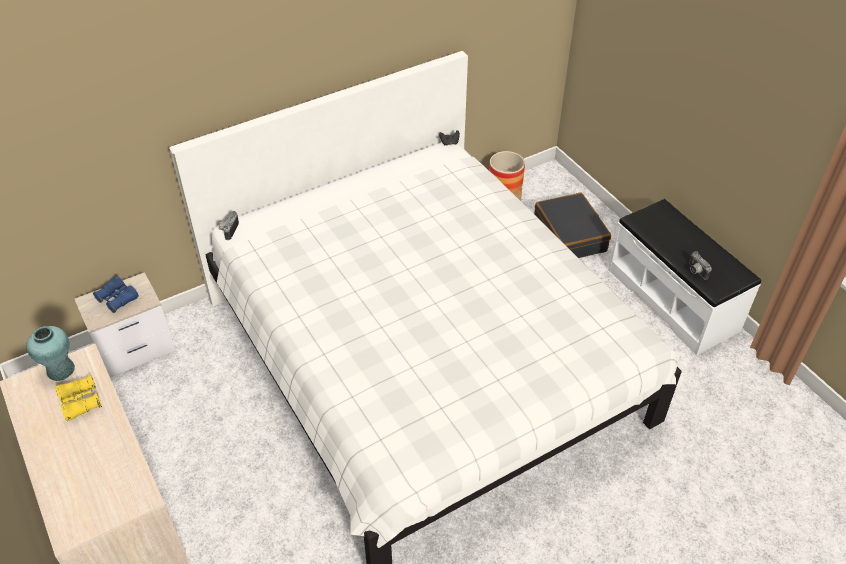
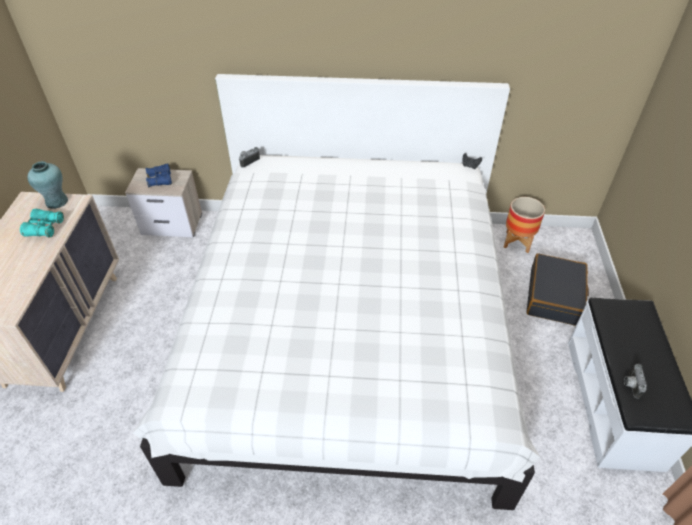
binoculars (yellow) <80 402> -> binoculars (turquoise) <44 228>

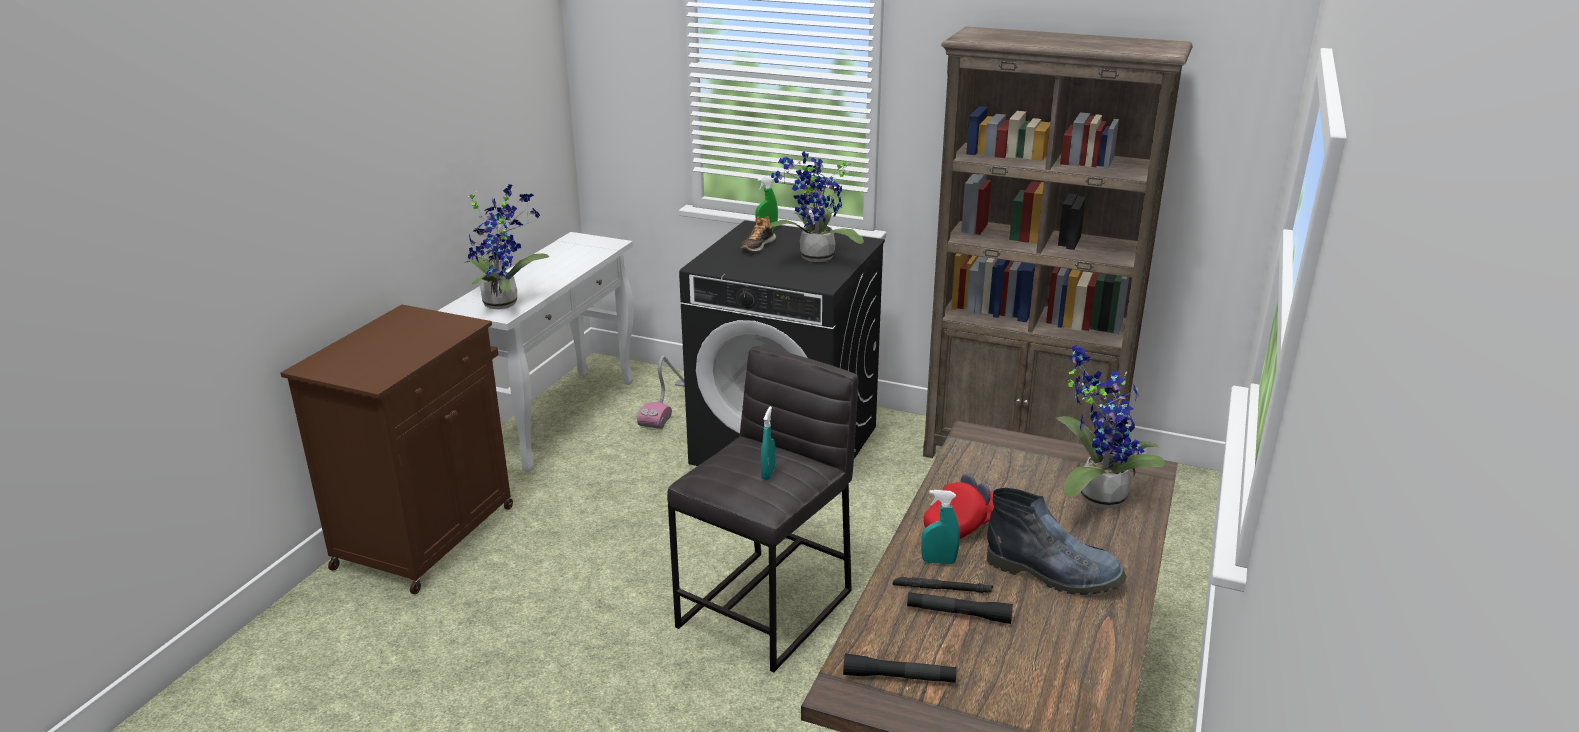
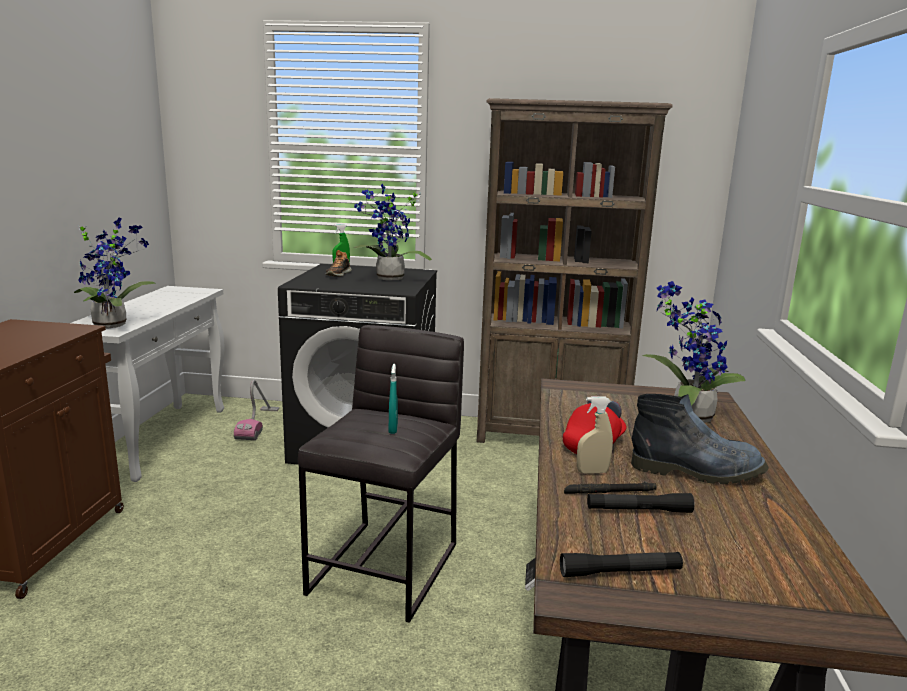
spray bottle (turquoise) <938 561> -> spray bottle (beige) <592 472>

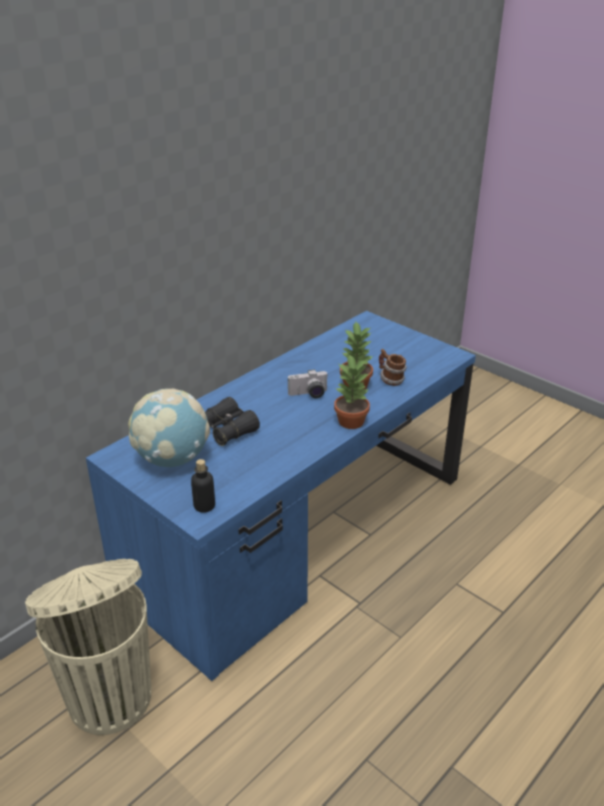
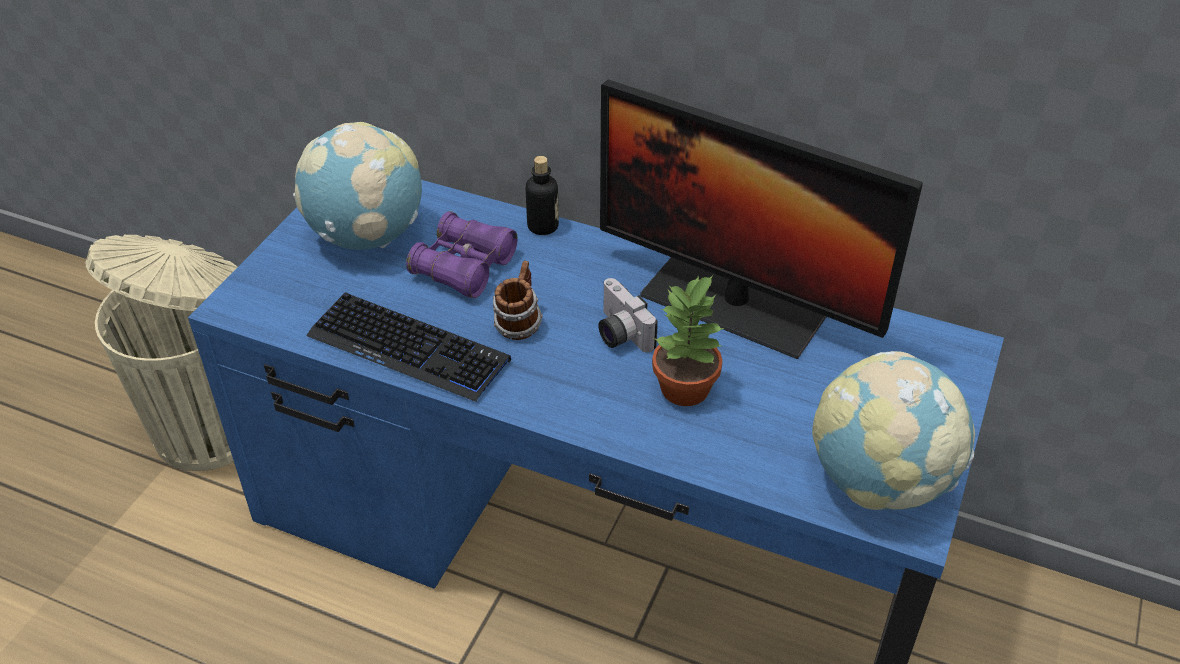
bottle <204 506> -> bottle <543 226>, relocated
binoculars (black) <226 430> -> binoculars (purple) <464 267>
potted plant <351 421> -> none
mug <390 380> -> mug <518 324>, relocated
none -> keyboard <409 348>
none -> monitor <734 304>
none -> globe <879 481>

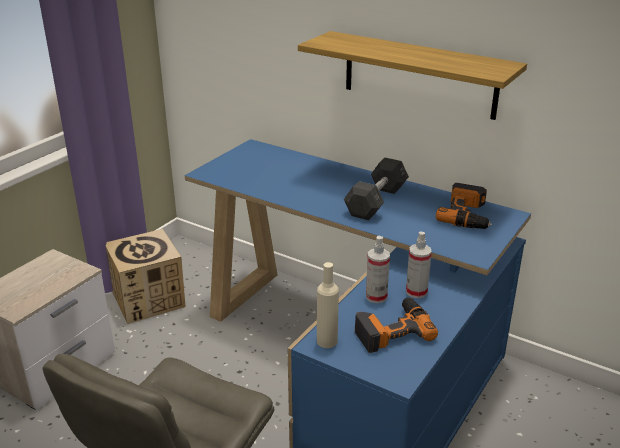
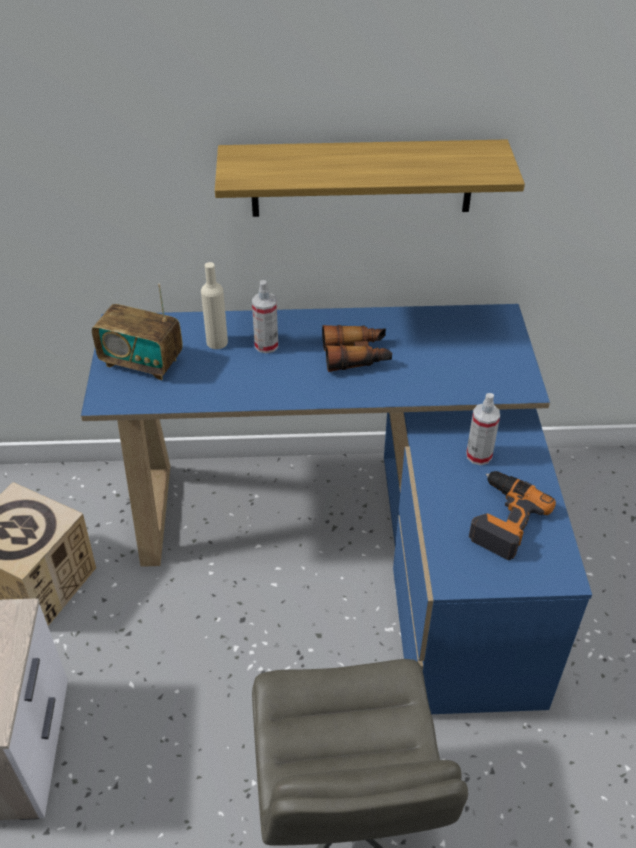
bottle (beige) <327 341> -> bottle (beige) <217 342>, relocated
dumbbell (grey) <376 201> -> binoculars <356 356>
spray bottle <376 296> -> spray bottle <266 345>, relocated
power drill <468 215> -> none
none -> radio <142 362>

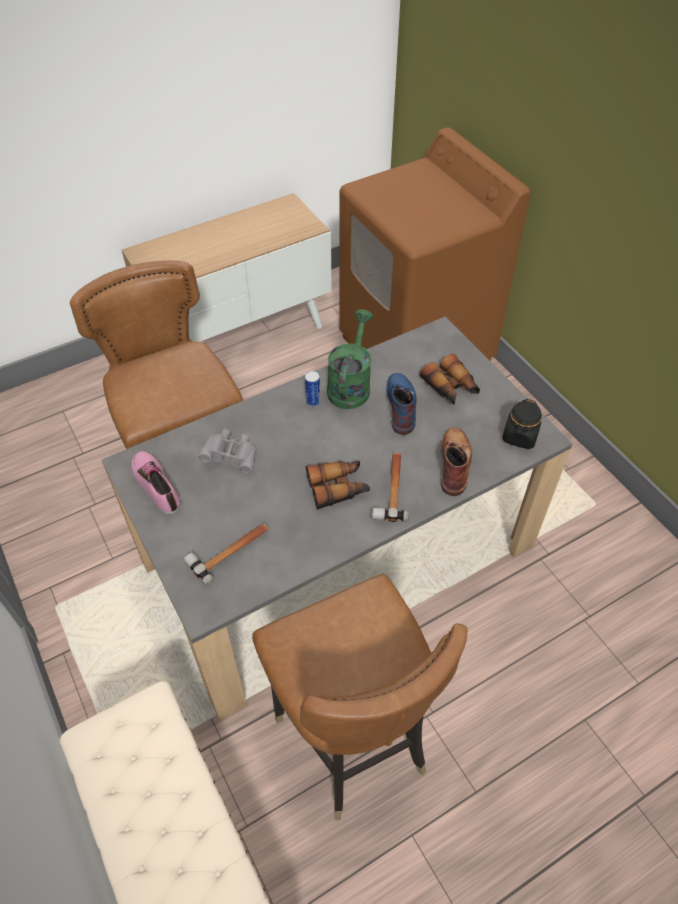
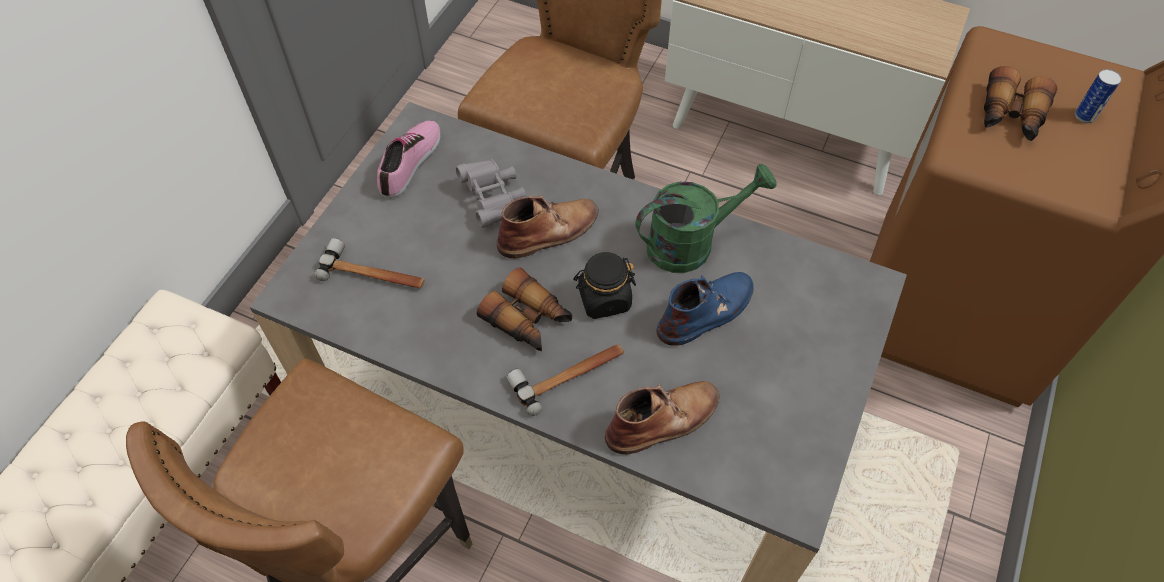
can <313 402> -> can <1084 116>, relocated
binoculars <451 388> -> binoculars <1010 116>, relocated
jar (black) <519 436> -> jar (black) <604 299>, relocated
none -> boot (brown) <550 231>

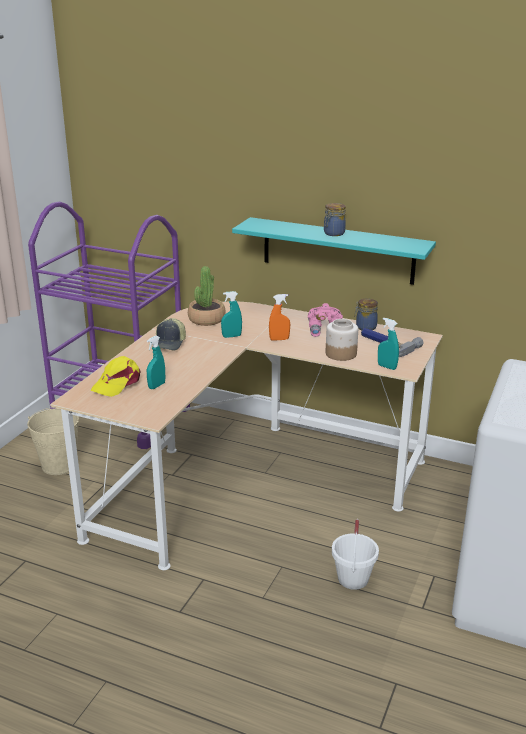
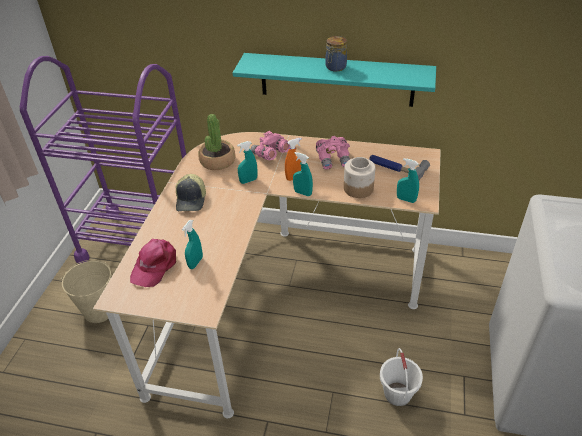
cap (yellow) <117 383> -> cap (pink) <155 265>
jar <365 327> -> none
none -> binoculars (pink) <270 155>
none -> spray bottle (turquoise) <302 193>

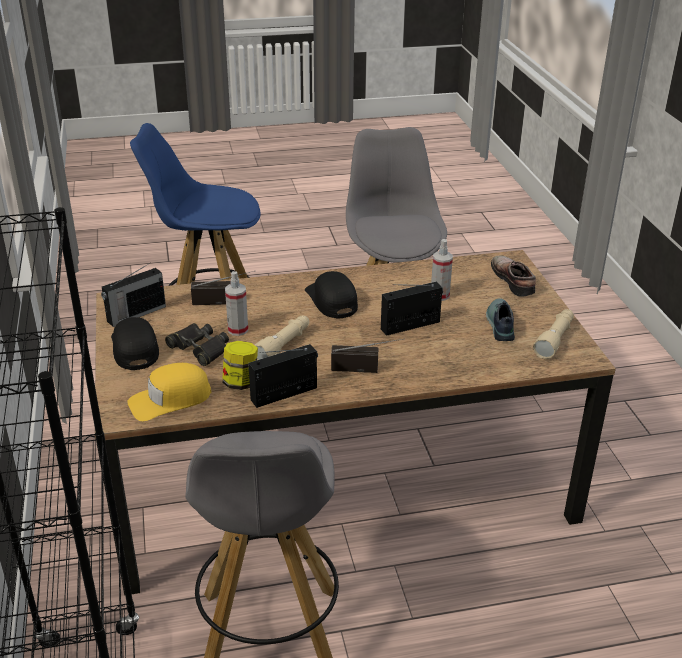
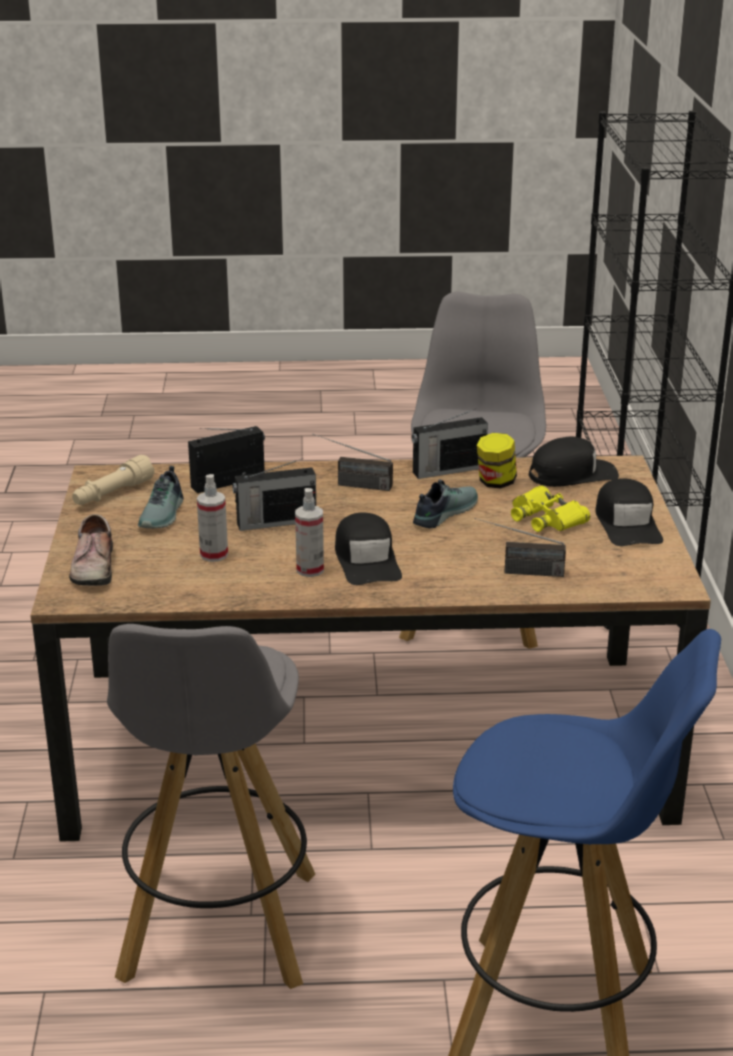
radio <135 314> -> radio <229 481>, relocated
cap (yellow) <170 399> -> cap (black) <572 474>
binoculars (black) <200 348> -> binoculars (yellow) <546 518>
spray bottle <238 330> -> spray bottle <310 569>, relocated
flashlight (beige) <283 346> -> shoe <443 513>

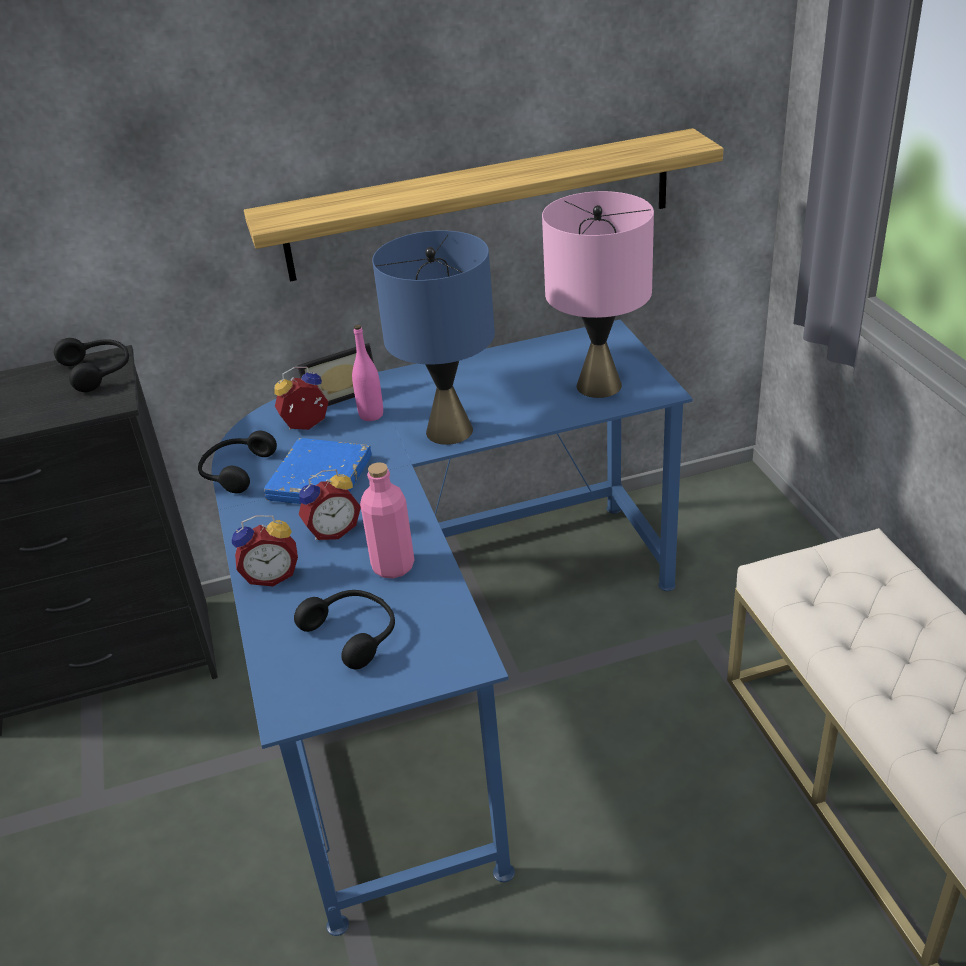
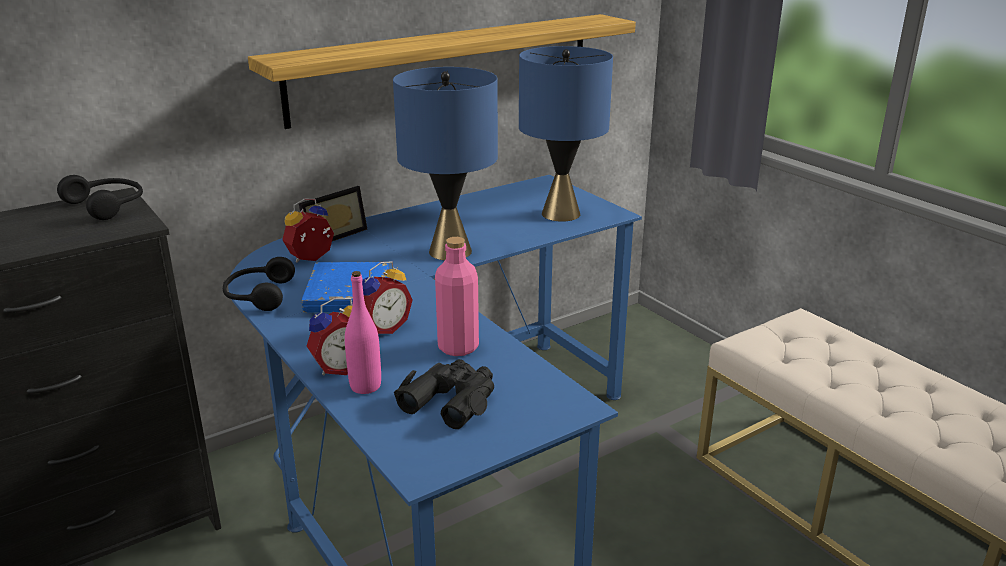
headphones (black) <354 633> -> binoculars (black) <451 400>
bottle (pink) <371 415> -> bottle (pink) <365 386>, relocated
table lamp (pink) <599 385> -> table lamp (blue) <561 214>

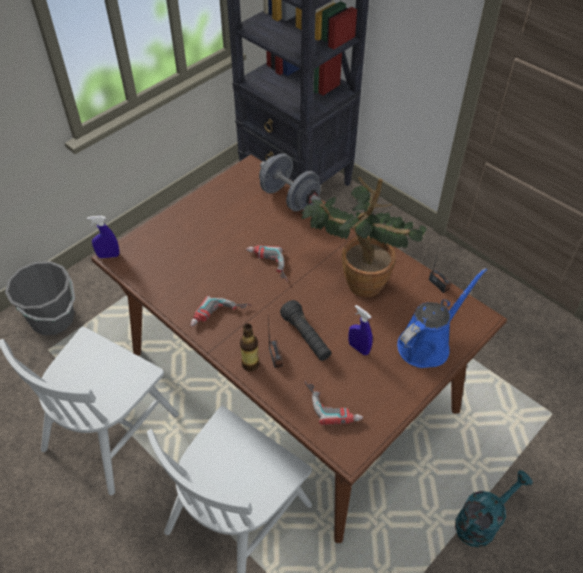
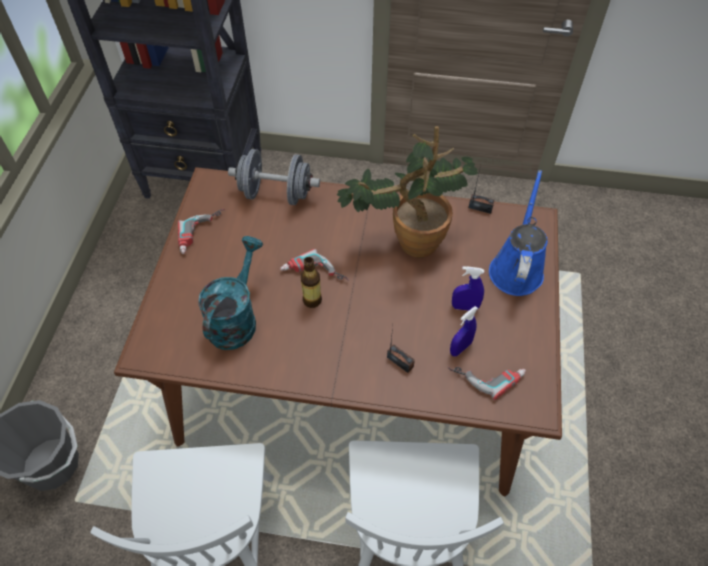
spray bottle (blue) <108 256> -> spray bottle (blue) <460 348>, relocated
power drill <220 317> -> power drill <203 234>, relocated
bottle <250 364> -> bottle <312 300>, relocated
flashlight (black) <306 337> -> none
watering can (turquoise) <481 521> -> watering can (turquoise) <236 318>, relocated

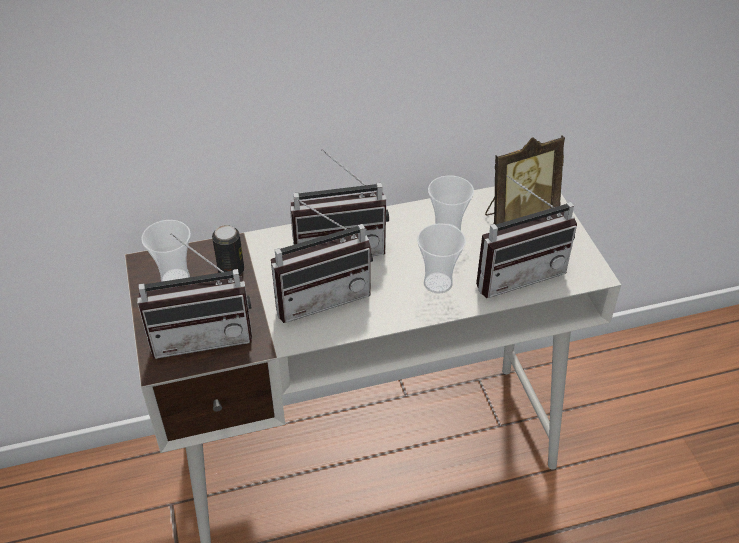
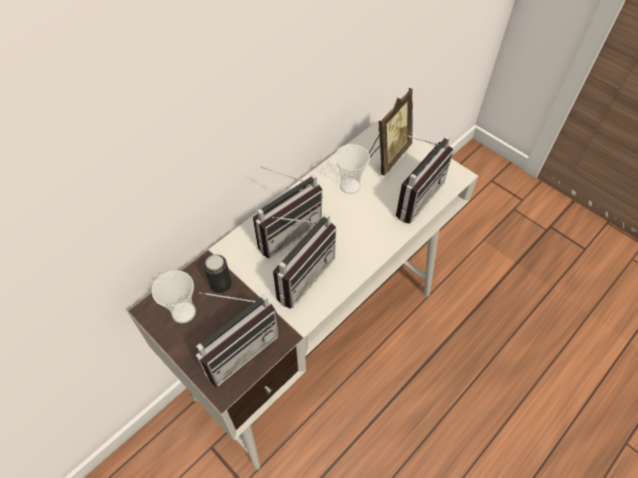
cup <438 283> -> none

